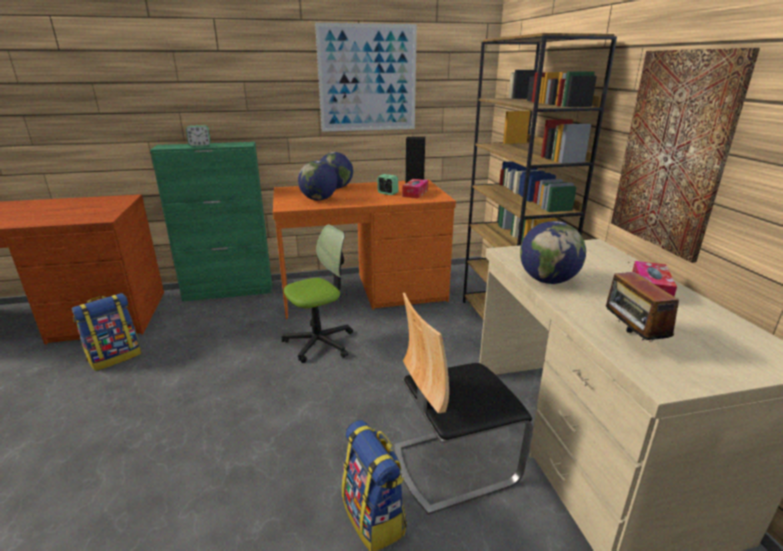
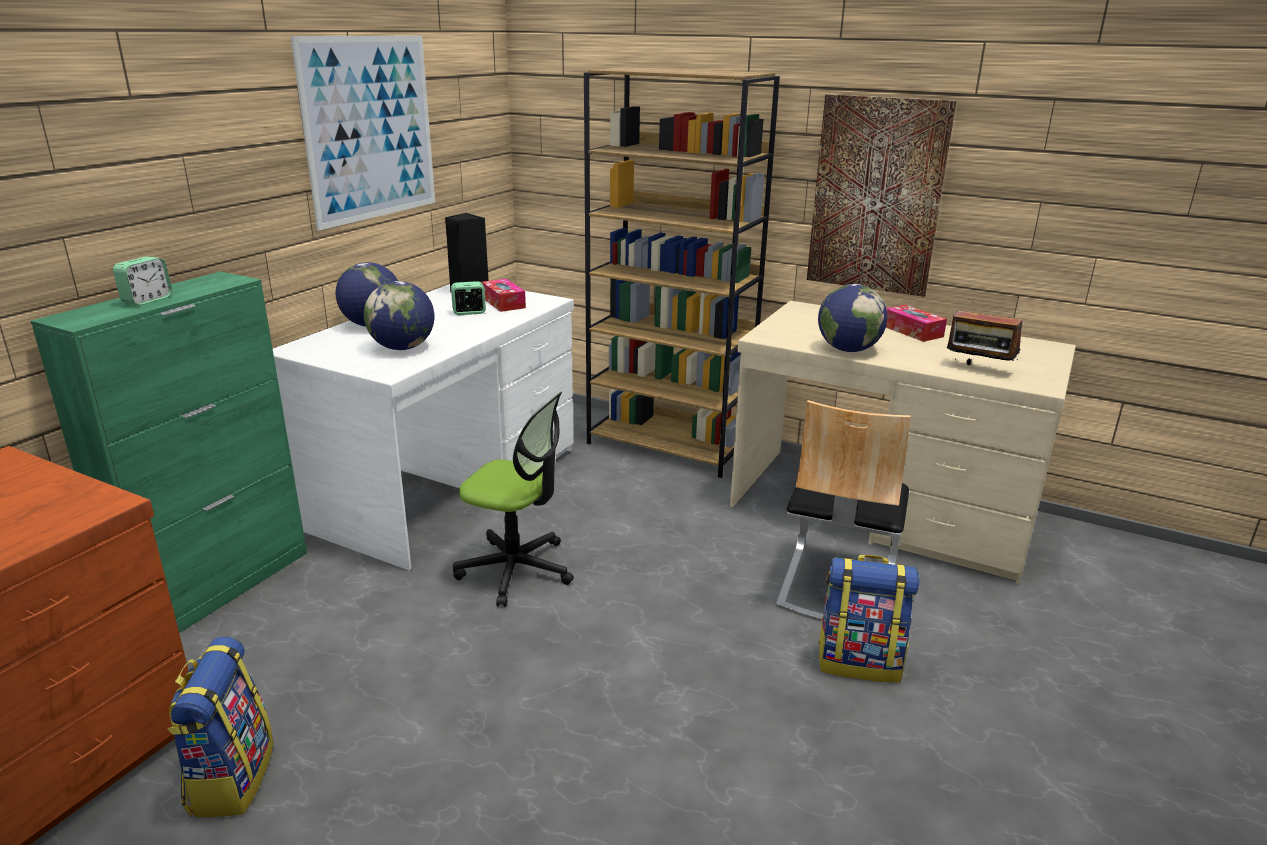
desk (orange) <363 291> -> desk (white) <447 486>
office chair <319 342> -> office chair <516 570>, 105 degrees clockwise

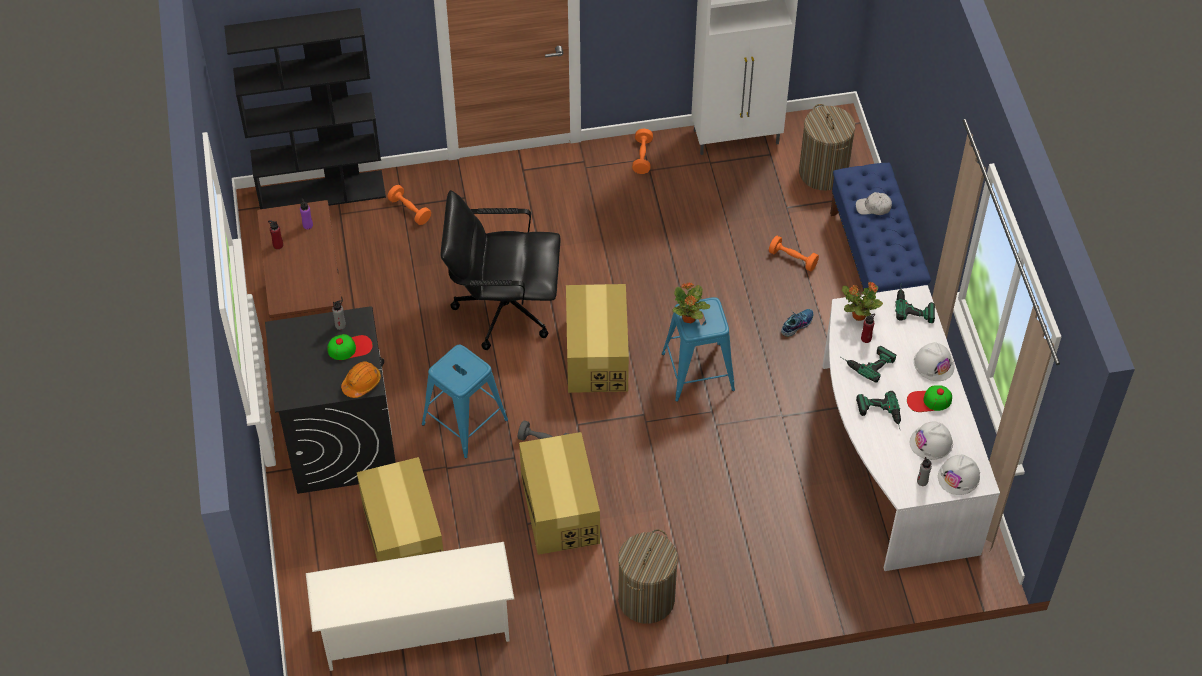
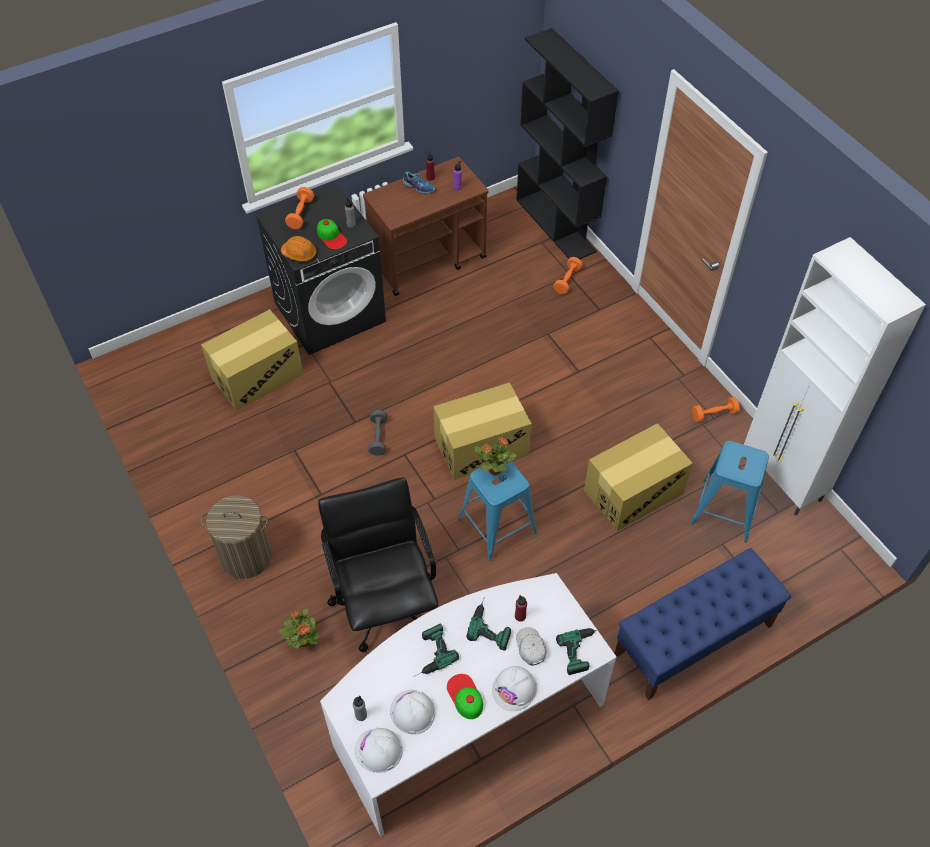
shoe rack (white) <415 628> -> none
stool (blue) <465 422> -> stool (blue) <725 510>, relocated
office chair (black) <503 308> -> office chair (black) <384 602>, relocated
cardboard box <560 509> -> cardboard box <633 492>, relocated
dumbbell (orange) <793 259> -> dumbbell (orange) <300 214>, relocated
shoe <797 324> -> shoe <419 187>, relocated
laundry basket <823 172> -> none
potted plant <858 315> -> potted plant <303 640>, relocated
cap (white) <873 207> -> cap (white) <530 648>, relocated

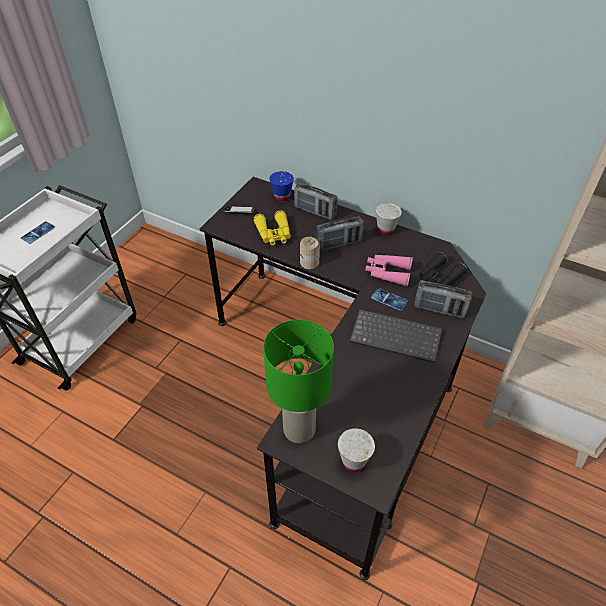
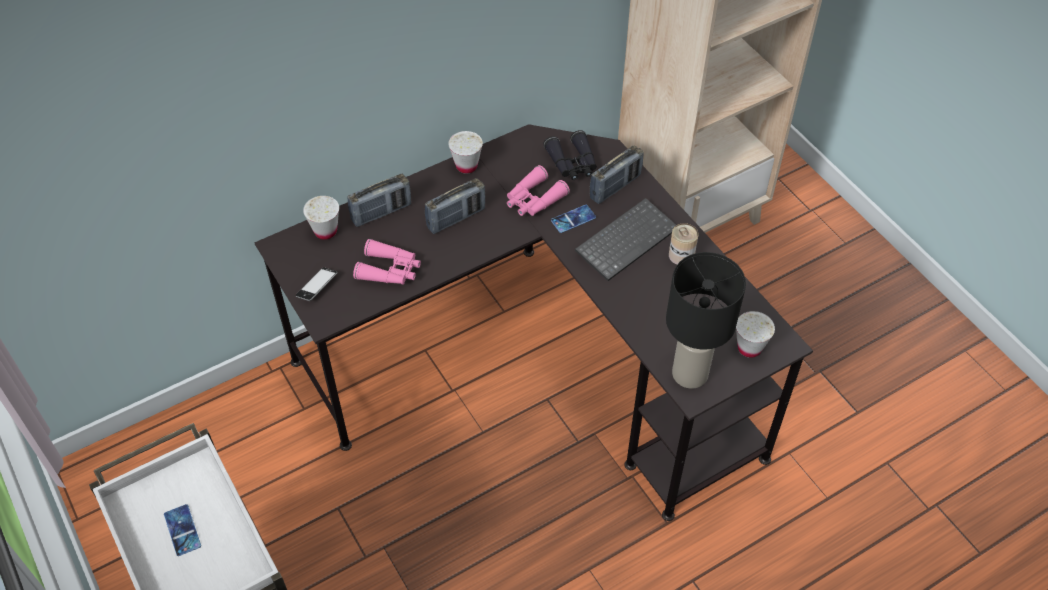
binoculars (yellow) <274 234> -> binoculars (pink) <390 270>
table lamp (green) <300 429> -> table lamp (black) <690 373>
cup (blue) <282 197> -> cup (white) <325 231>
can <309 262> -> can <681 255>, relocated
radio <338 244> -> radio <456 218>, 45 degrees clockwise

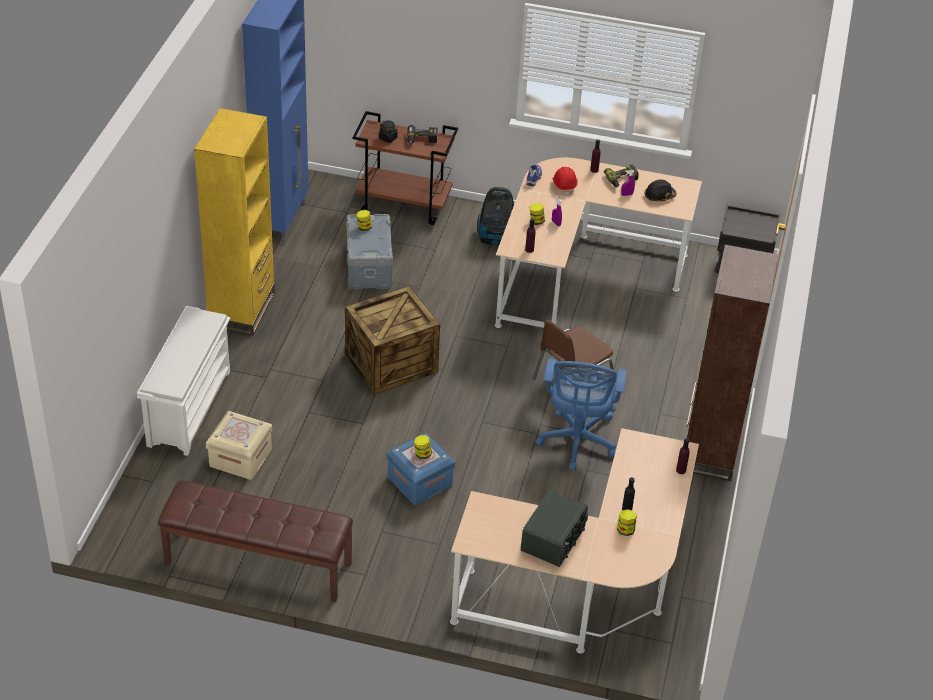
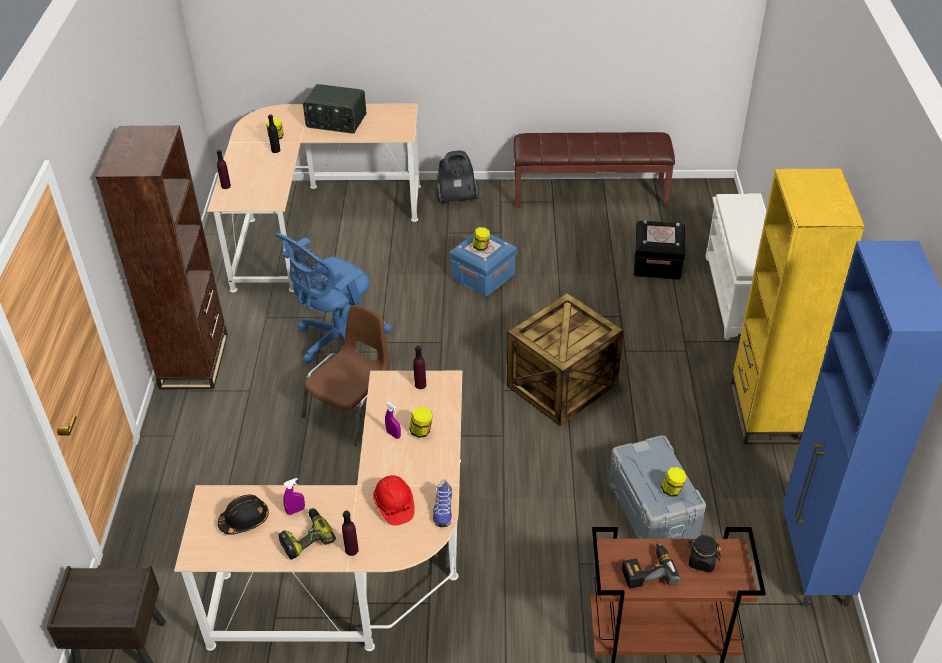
storage box (beige) <240 458> -> storage box (black) <657 264>
vacuum cleaner <496 239> -> vacuum cleaner <456 198>, relocated
radio <554 540> -> radio <336 122>, 90 degrees counterclockwise
office chair (blue) <577 442> -> office chair (blue) <337 341>, 135 degrees counterclockwise

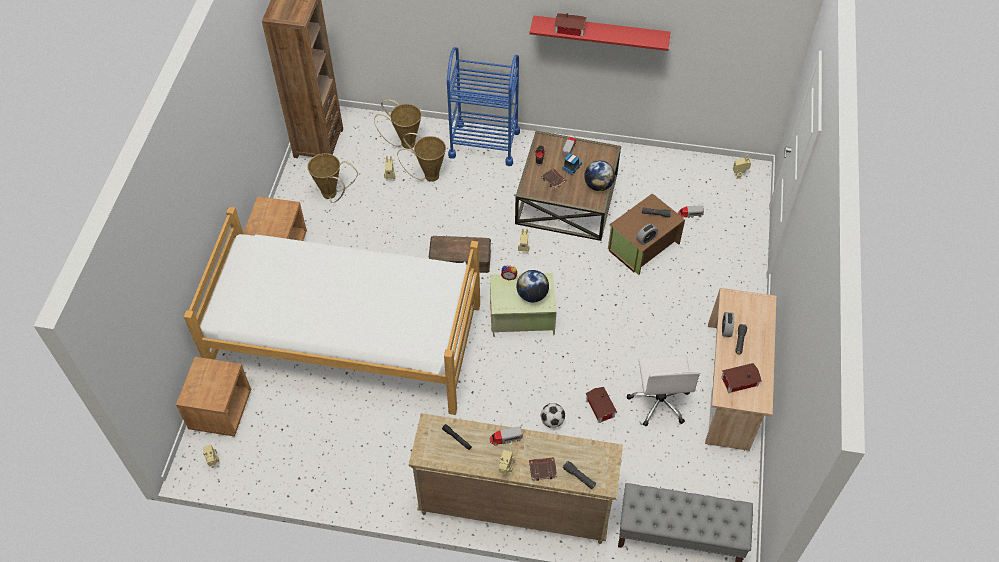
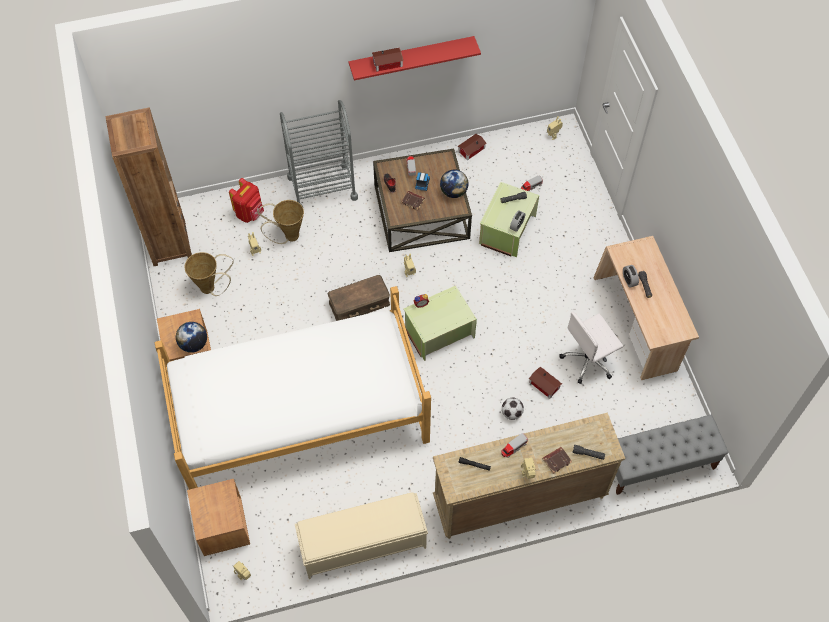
basket <405 143> -> backpack (red) <250 213>
cart (blue) <484 144> -> cart (grey) <322 187>
globe <532 295> -> globe <194 344>, relocated
storage box (brown) <642 246> -> storage box (green) <506 230>
office chair (white) <659 402> -> office chair (white) <588 360>, 90 degrees clockwise
toy house <738 381> -> toy house <470 150>, relocated
none -> bench (beige) <362 544>

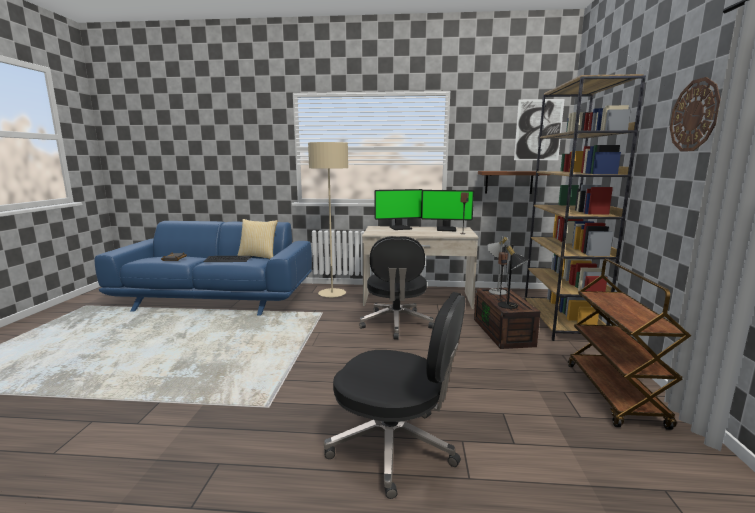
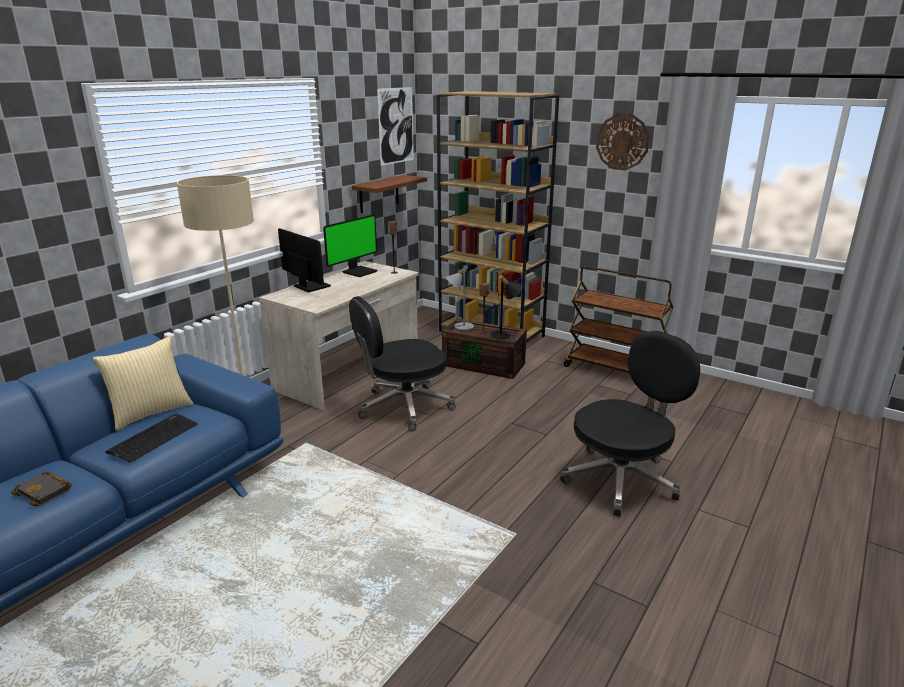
office chair (black) <396 324> -> office chair (black) <403 407>, 120 degrees clockwise
monitor <400 228> -> monitor <310 286>, 60 degrees counterclockwise

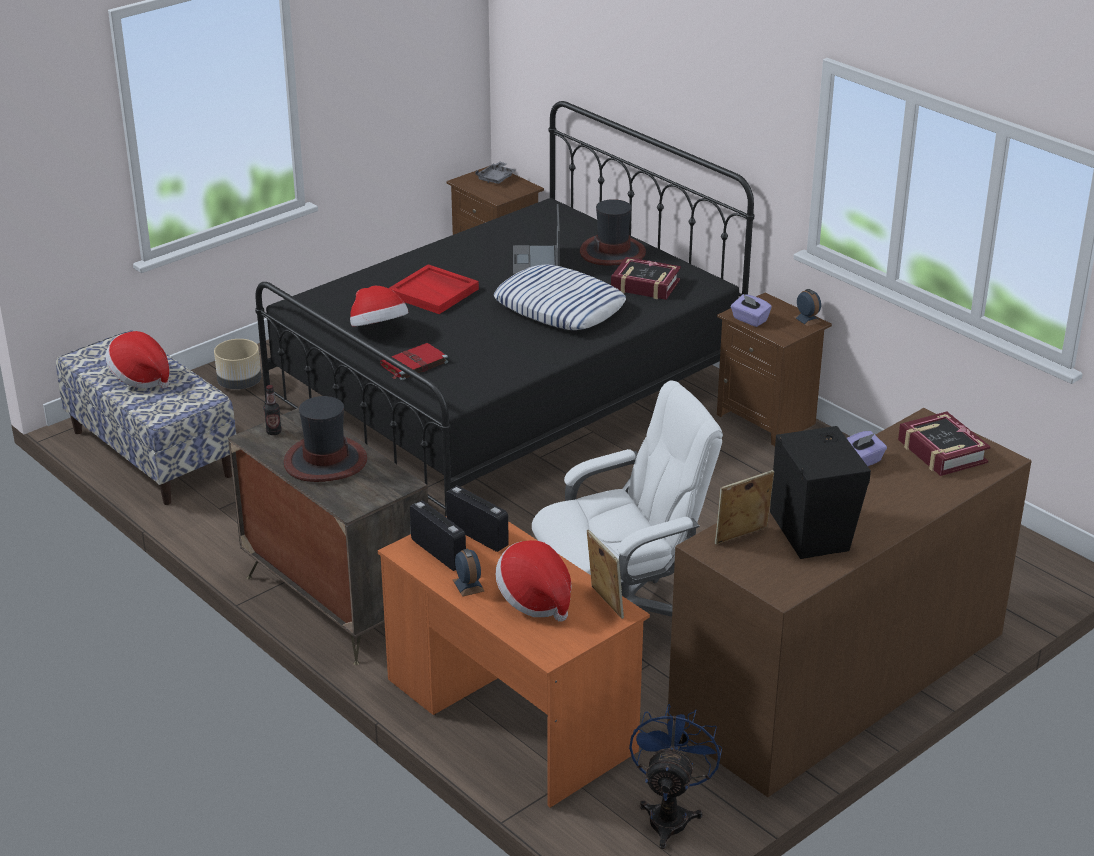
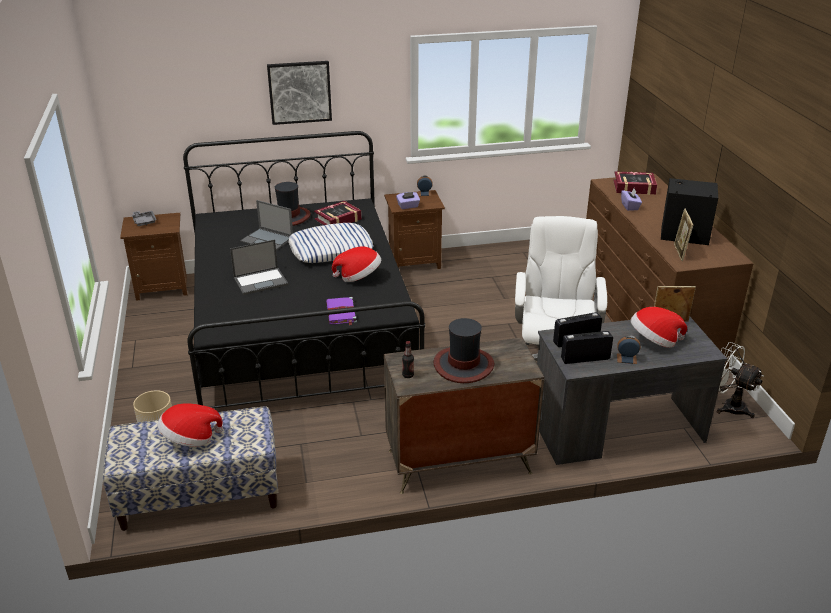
hat <379 330> -> hat <359 277>, relocated
desk (orange) <510 714> -> desk (grey) <617 430>
book (red) <413 364> -> book (purple) <341 313>
tray (red) <434 292> -> laptop <261 281>
fan (blue) <670 815> -> fan (white) <728 406>
none -> picture <299 92>

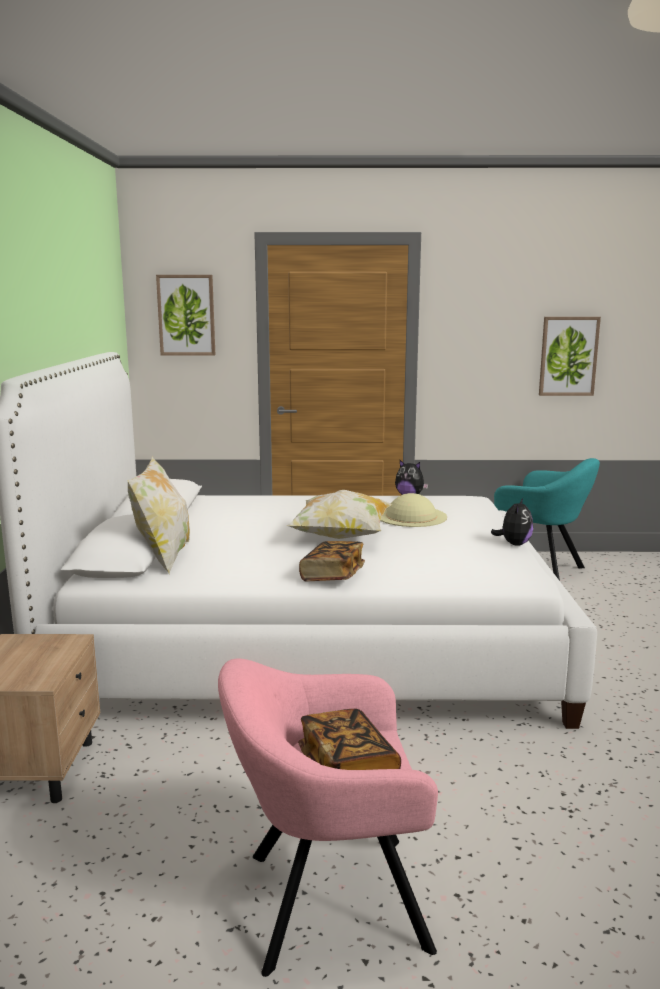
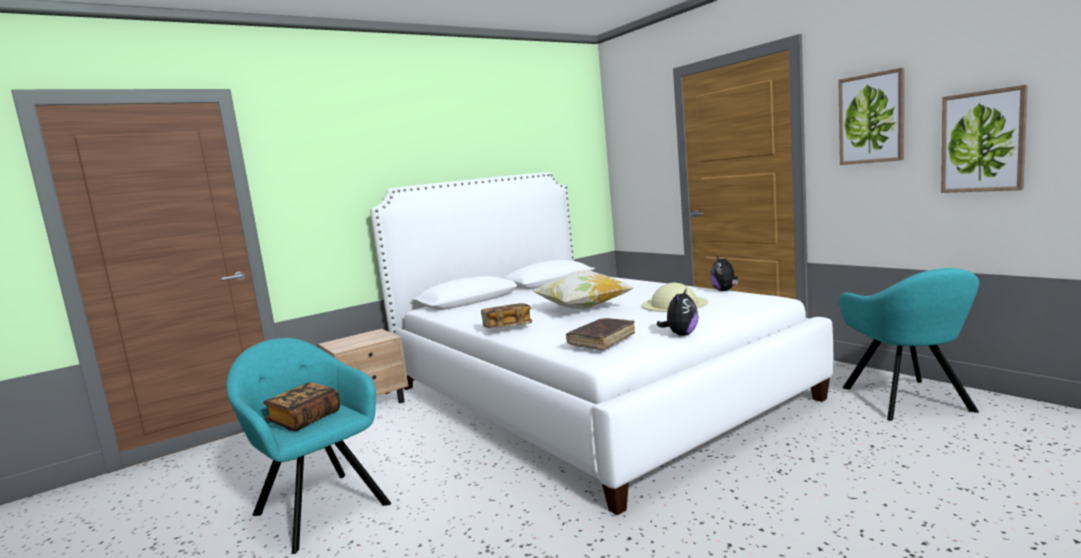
pillow <163 557> -> none
picture <186 315> -> picture <871 118>, relocated
armchair (pink) <327 901> -> armchair (turquoise) <318 507>
plush toy <514 544> -> plush toy <681 334>, 45 degrees counterclockwise
none -> book (brown) <602 340>

